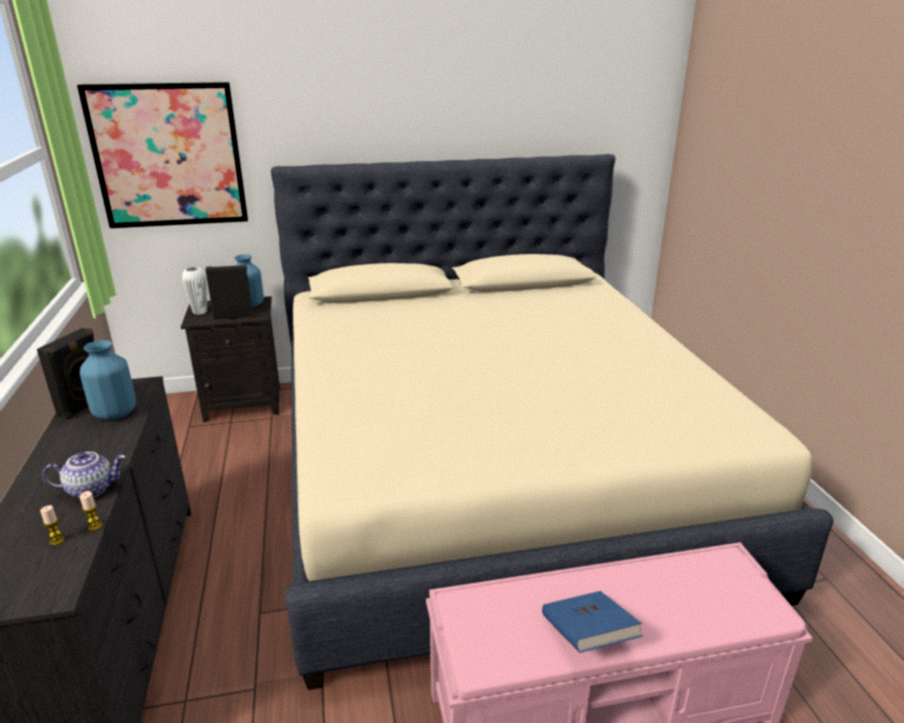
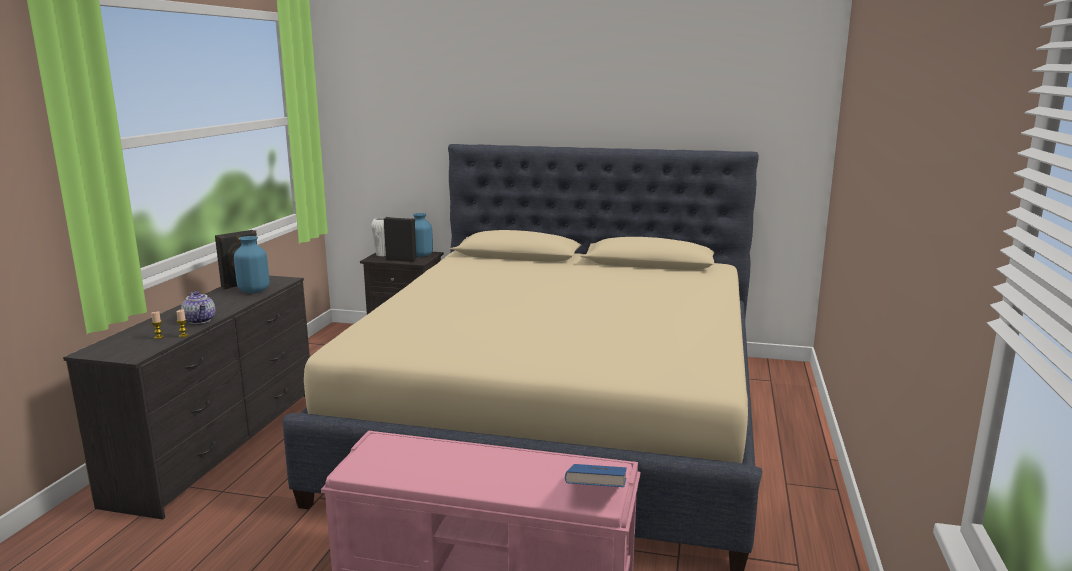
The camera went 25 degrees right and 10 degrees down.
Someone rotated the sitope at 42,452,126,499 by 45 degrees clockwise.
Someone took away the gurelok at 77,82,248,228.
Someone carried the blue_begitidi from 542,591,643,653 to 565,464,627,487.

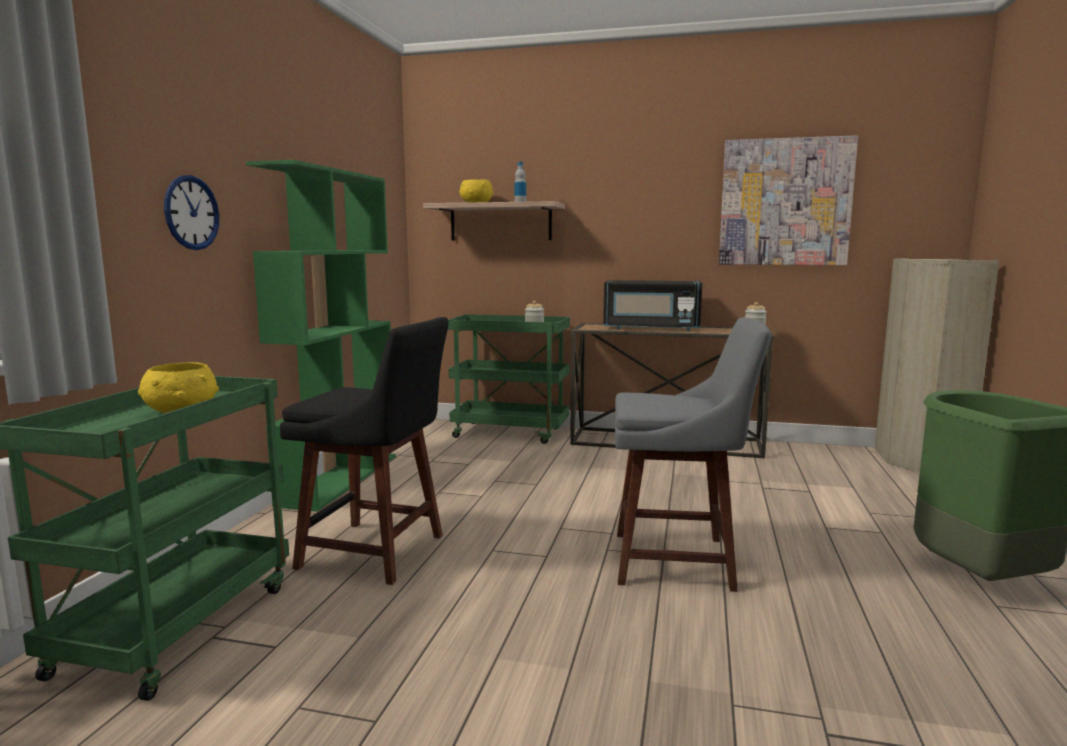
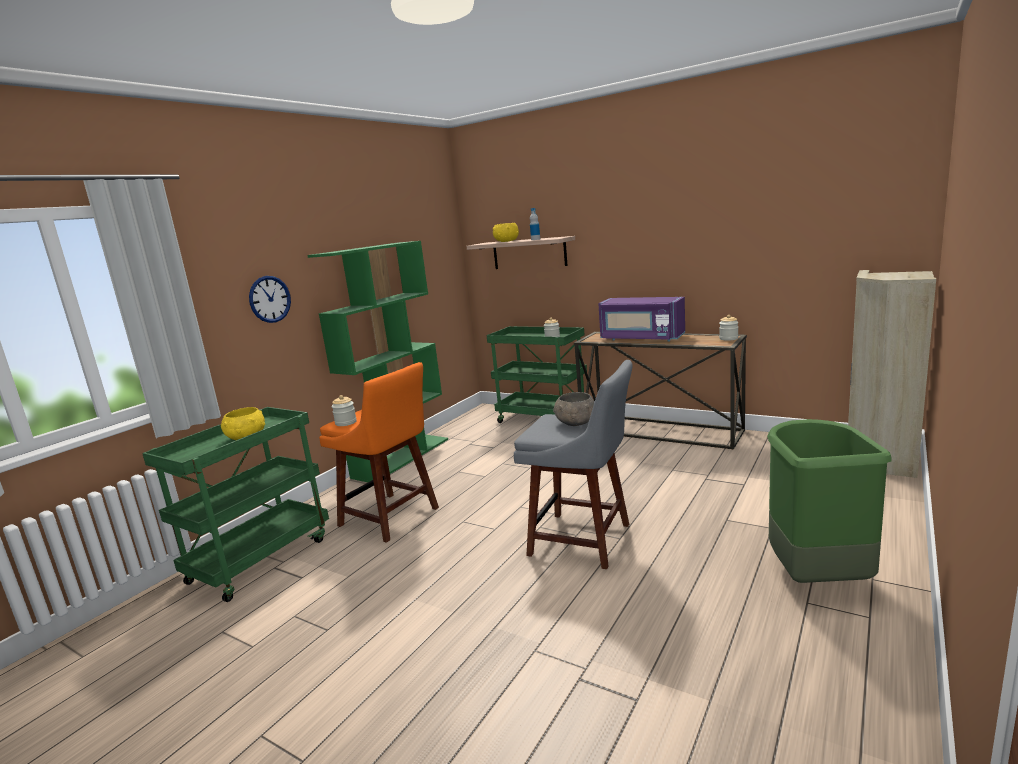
The camera went 20 degrees right and 5 degrees up.
Someone repainted the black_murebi at 280,317,449,585, which became the orange_murebi at 319,362,439,543.
Someone repainted the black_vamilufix at 603,280,702,331, which became the purple_vamilufix at 598,297,685,342.
Someone took away the gurelok at 719,135,858,265.
Someone put down the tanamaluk at 332,395,357,426.
Someone put down the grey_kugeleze at 553,392,594,426.

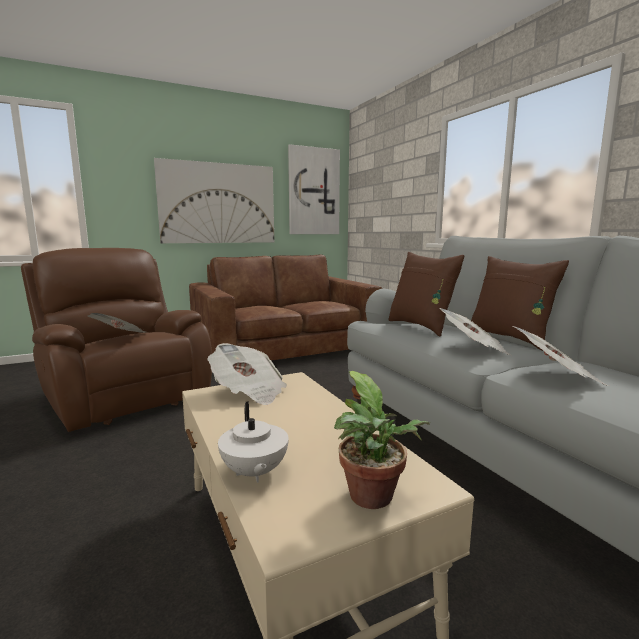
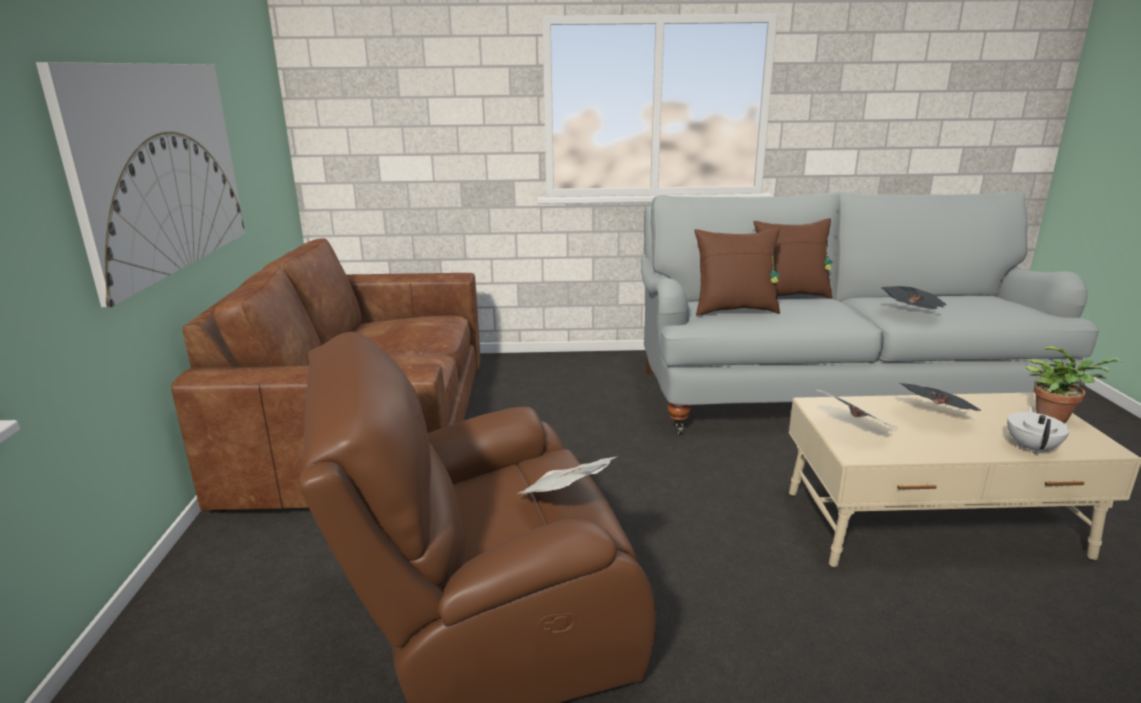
The camera went 65 degrees left and 10 degrees up.
Someone rotated the white_sitope at 218,401,289,483 by 75 degrees counterclockwise.
Someone took away the gurelok at 288,144,340,234.
Someone carried the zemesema from 439,308,510,355 to 898,382,981,412.

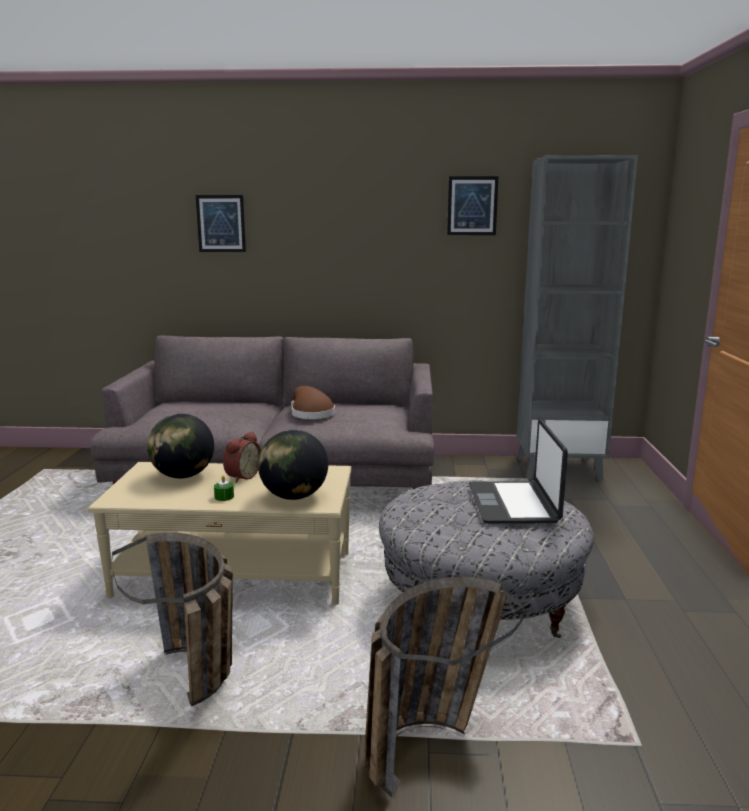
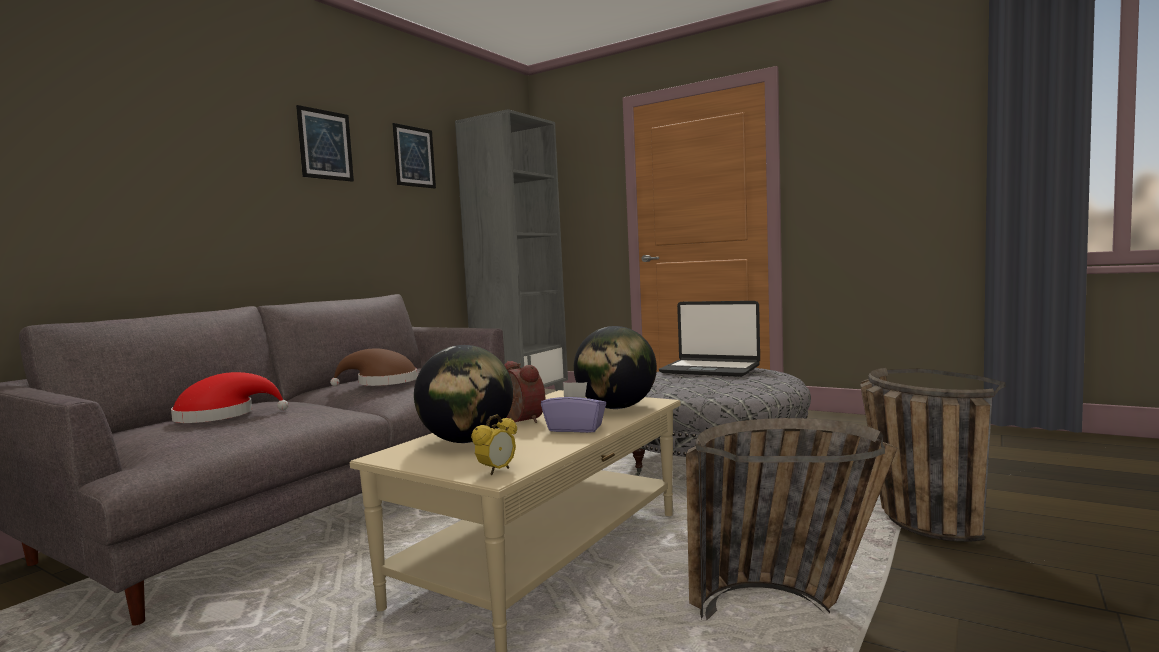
The camera went 60 degrees left and 10 degrees down.
Someone carried the gurelok from 196,195,246,252 to 296,105,354,182.
Someone swapped the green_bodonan at 214,476,234,501 for the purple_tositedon at 541,382,606,433.
Someone put down the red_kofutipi at 171,372,288,423.
Someone put down the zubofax at 471,414,517,475.

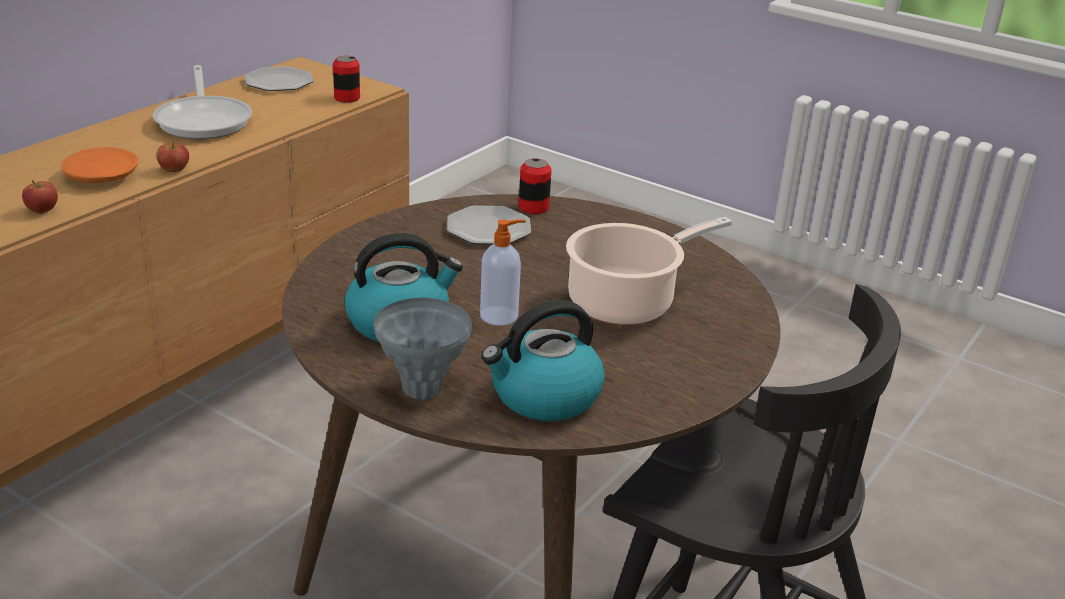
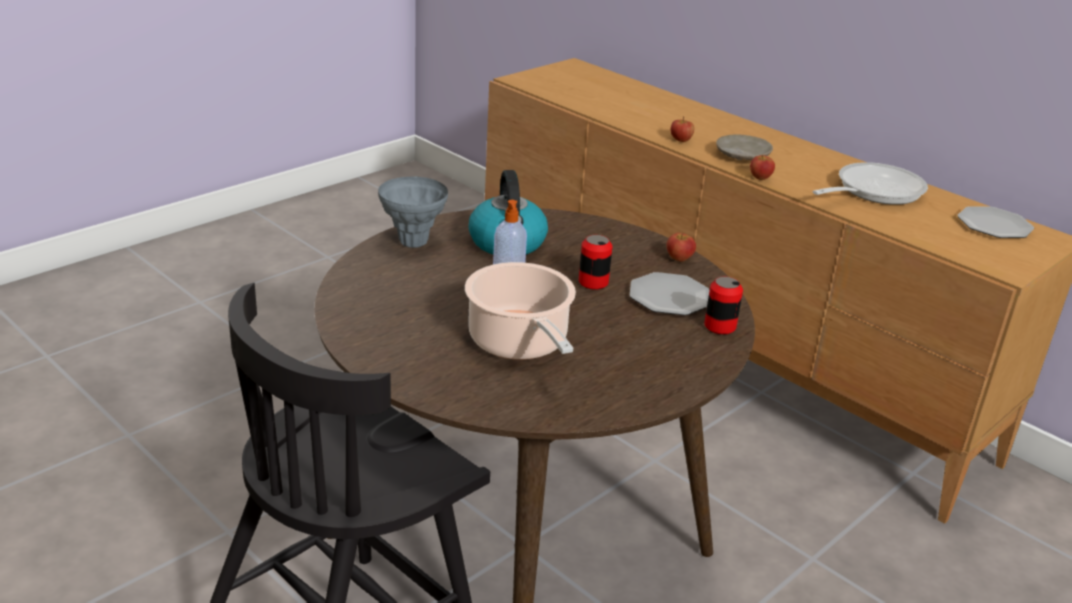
The camera went 100 degrees right and 0 degrees up.
Someone repainted the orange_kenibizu at 61,147,138,183, which became the beige_kenibizu at 716,134,773,160.
Someone rotated the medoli at 153,65,252,139 by 150 degrees clockwise.
Someone carried the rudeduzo from 333,56,360,103 to 579,235,613,290.
Someone took away the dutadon at 481,300,605,421.
Someone put down the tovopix at 667,233,696,262.

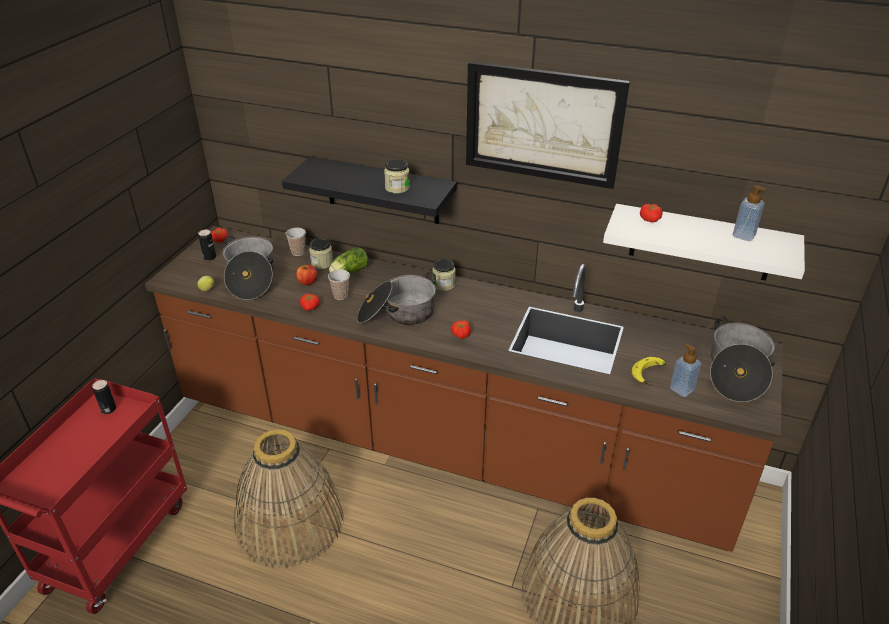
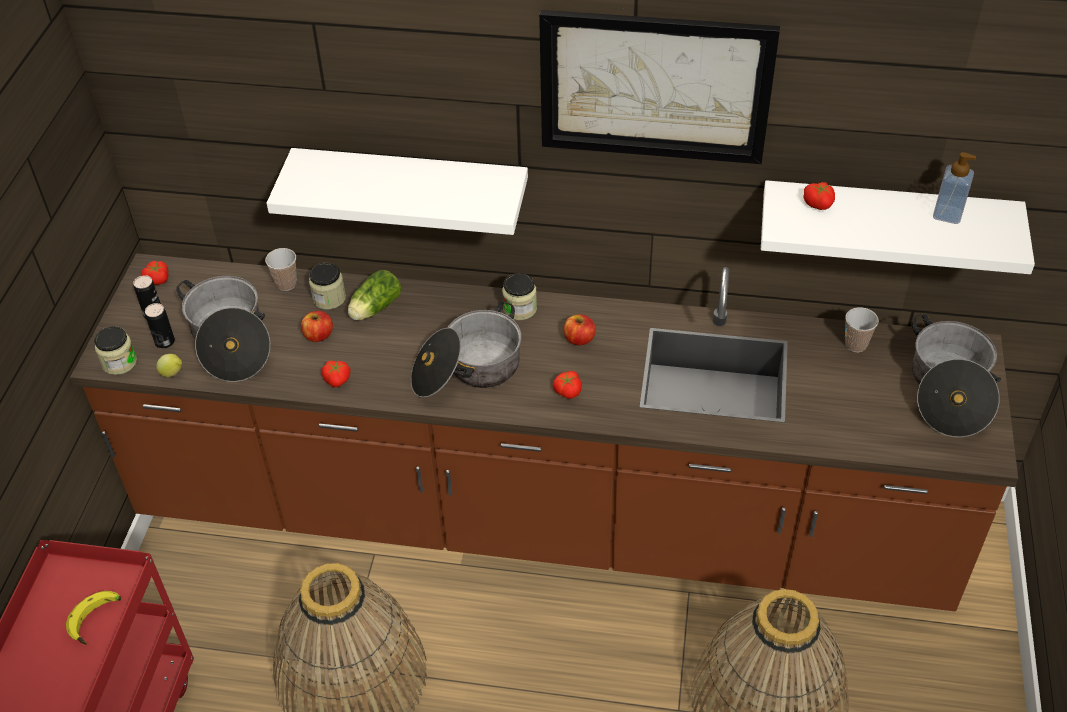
The camera went 10 degrees left and 10 degrees up.
Someone carried the rudeduzo from 92,380,116,414 to 145,303,175,349.
Someone repainted the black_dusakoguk at 282,157,457,224, which became the white_dusakoguk at 266,148,528,235.
Someone carried the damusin from 328,269,350,300 to 845,307,879,352.
Someone carried the tanamaluk from 384,159,410,194 to 94,326,137,375.
Someone carried the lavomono from 632,357,666,386 to 66,591,121,645.
Someone took away the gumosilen at 670,344,702,397.
Someone put down the tovopix at 563,314,596,345.

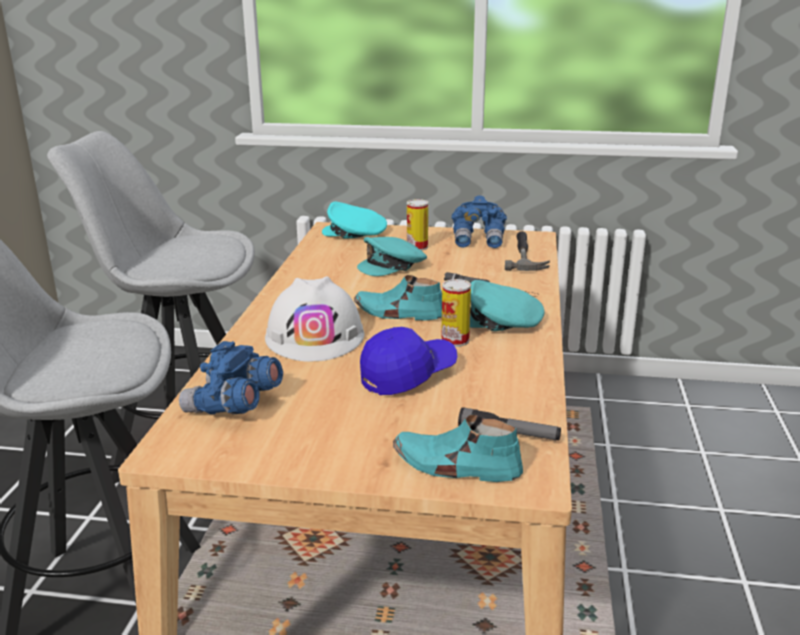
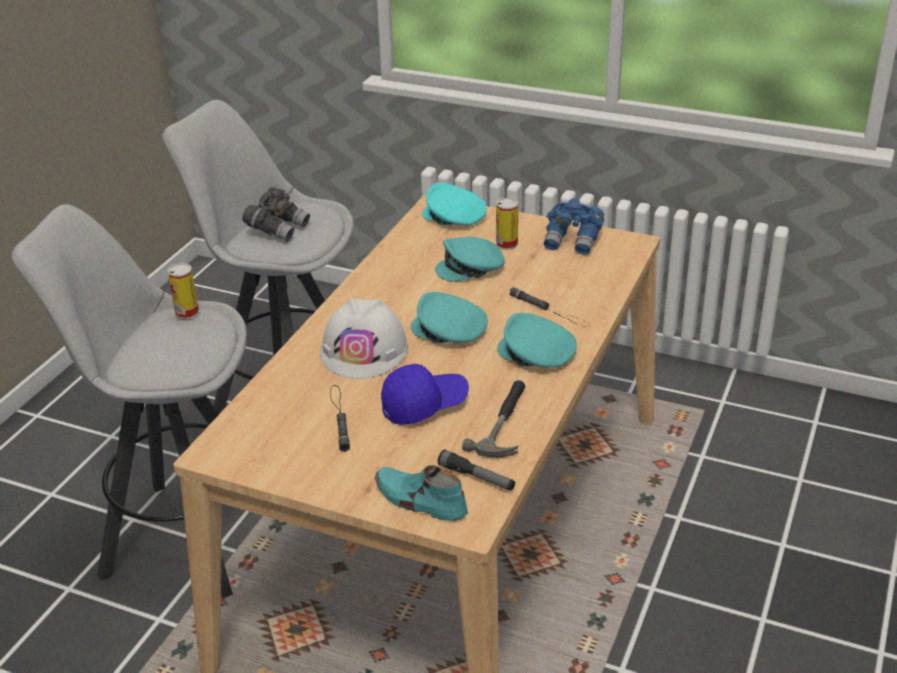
The camera went 15 degrees right and 10 degrees up.
Someone took away the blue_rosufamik at 179,341,283,414.
Someone swapped the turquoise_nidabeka at 354,275,442,321 for the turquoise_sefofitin at 411,292,488,343.
Someone carried the rudeduzo from 441,279,471,347 to 167,263,199,319.
Someone carried the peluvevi from 505,231,550,271 to 462,380,525,458.
Someone put down the grey_rosufamik at 242,187,310,241.
Someone put down the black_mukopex at 330,385,350,452.

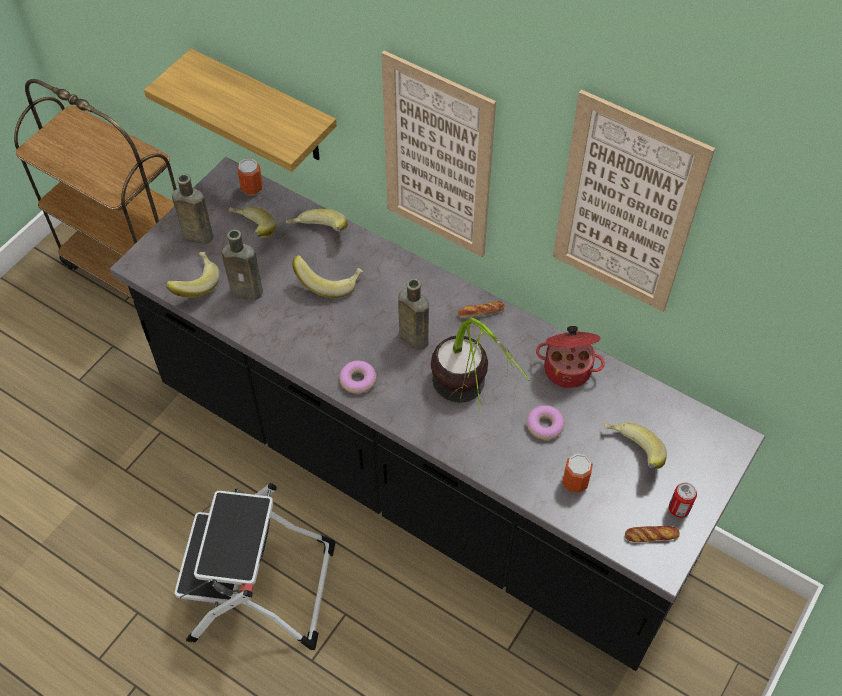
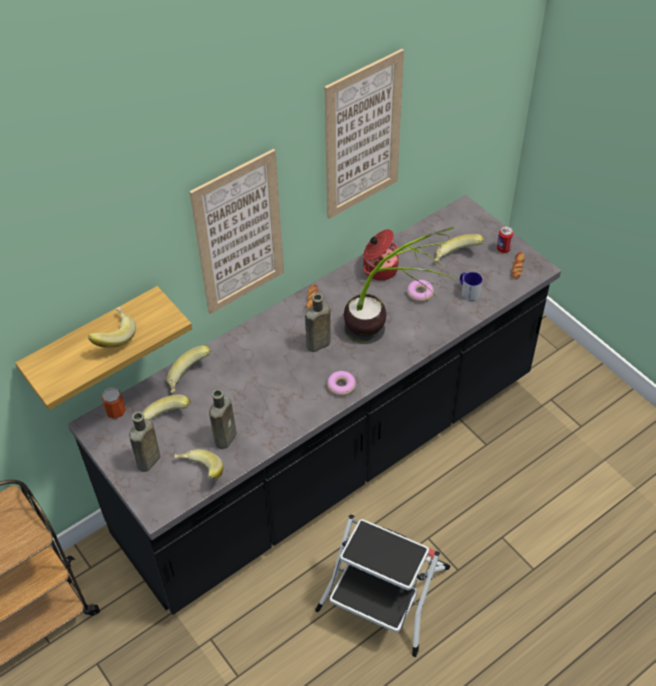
The camera went 70 degrees left and 5 degrees down.
Someone carried the lavomono from 292,255,363,298 to 88,307,136,348.
Someone swapped the rudeduzo at 562,454,593,493 for the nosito at 460,272,482,301.

